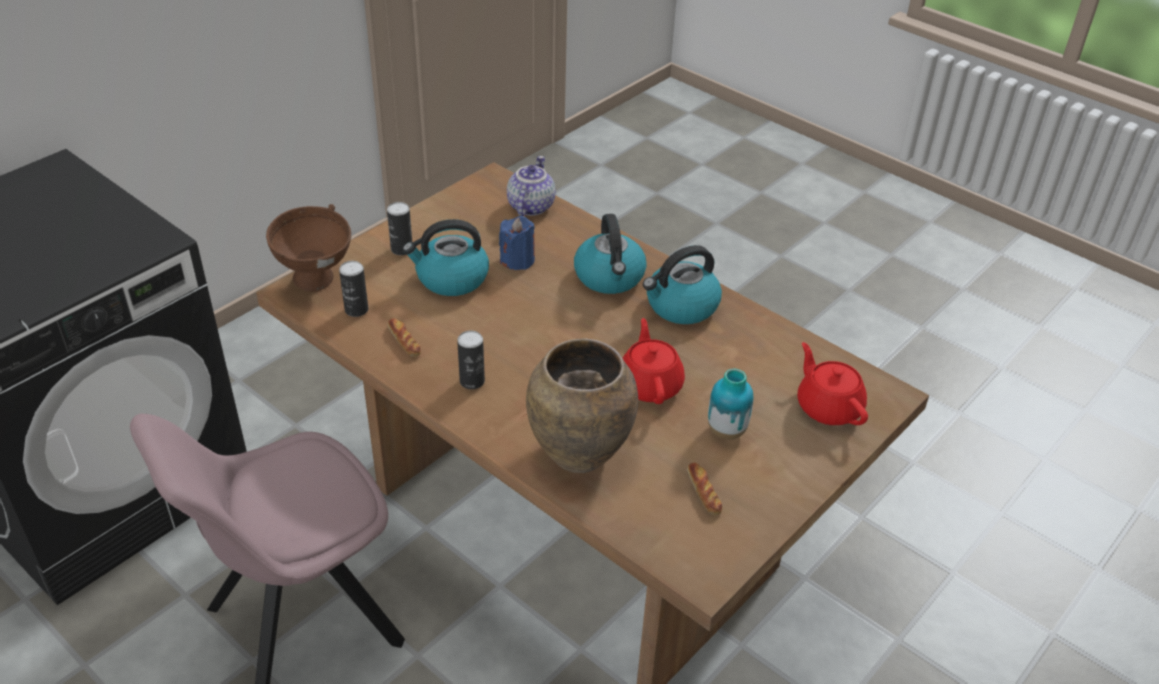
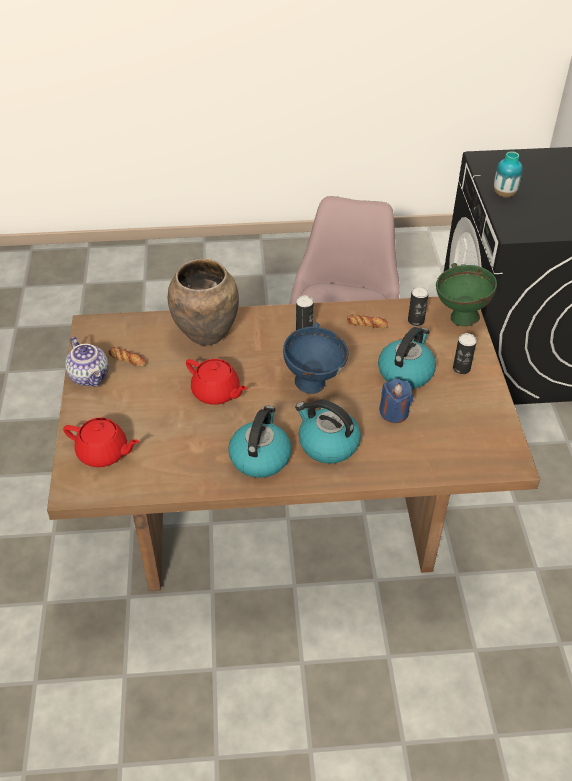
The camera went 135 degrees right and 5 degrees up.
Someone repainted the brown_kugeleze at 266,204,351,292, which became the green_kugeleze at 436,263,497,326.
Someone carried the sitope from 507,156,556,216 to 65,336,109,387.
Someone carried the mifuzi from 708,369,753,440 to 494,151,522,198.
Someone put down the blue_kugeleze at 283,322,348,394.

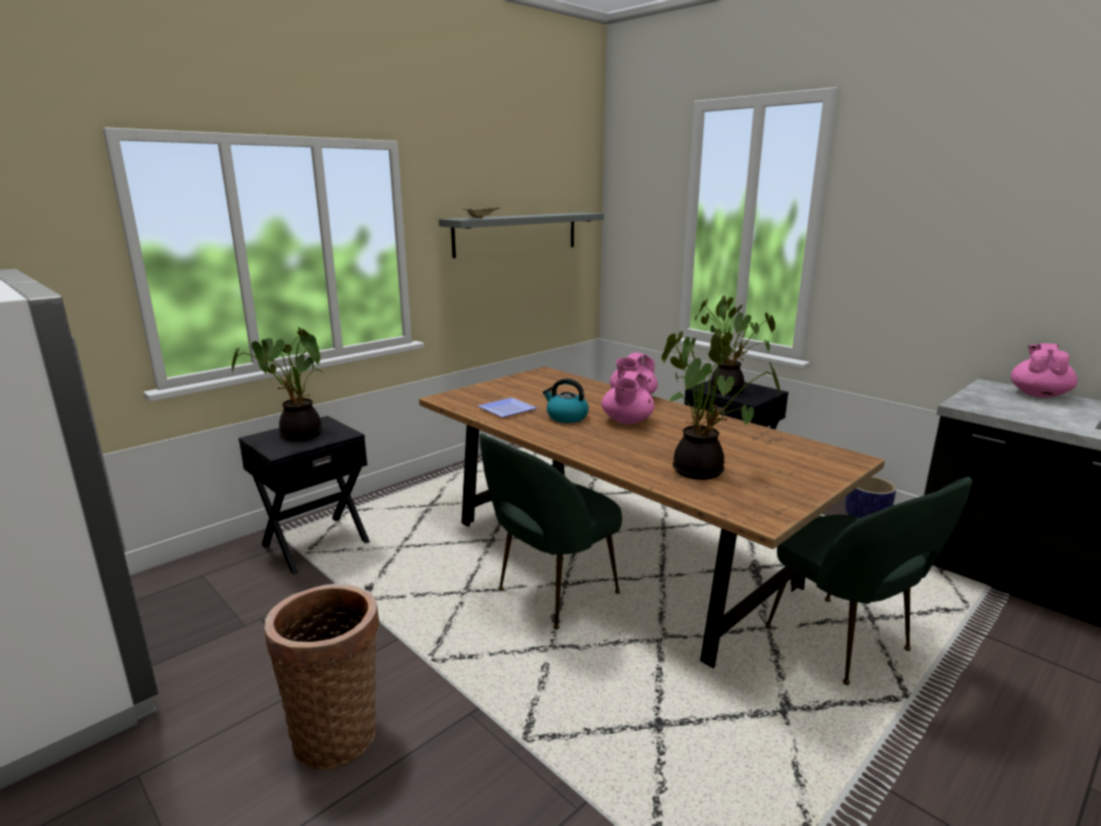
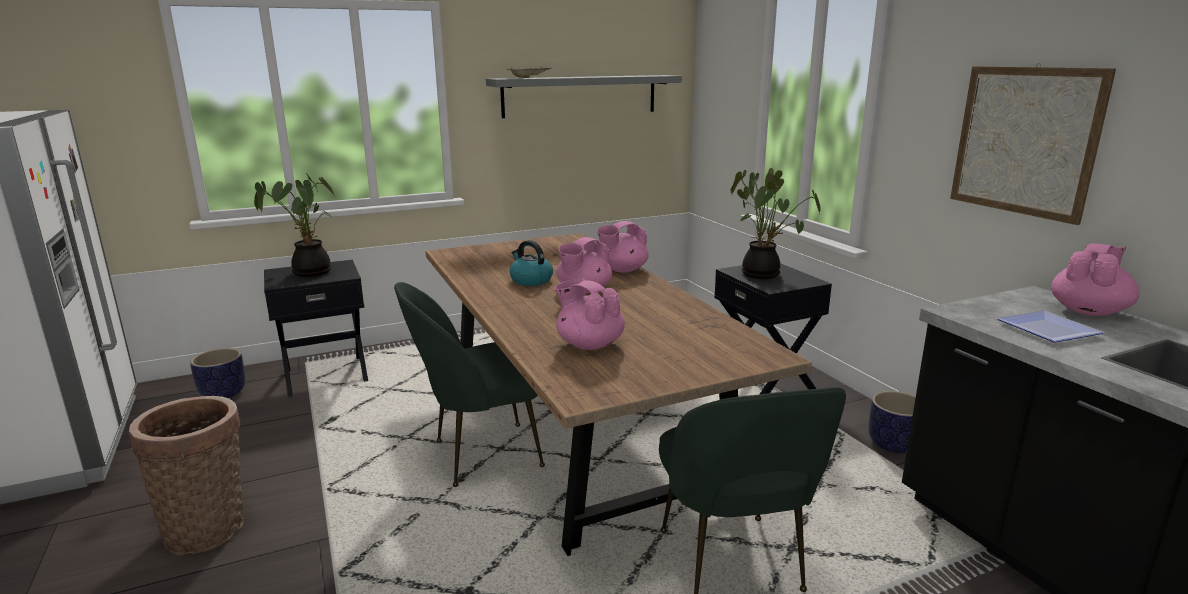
The camera went 20 degrees right and 0 degrees up.
Someone carried the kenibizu from 478,397,537,417 to 996,310,1104,343.
Someone swapped the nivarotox at 662,329,780,480 for the pink_sitope at 554,278,625,350.
Someone put down the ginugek at 190,348,245,398.
Someone put up the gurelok at 950,63,1116,225.

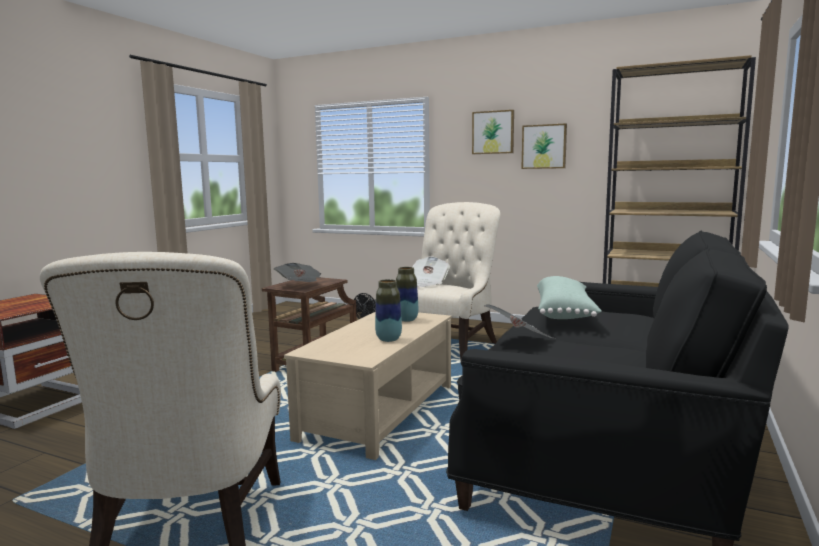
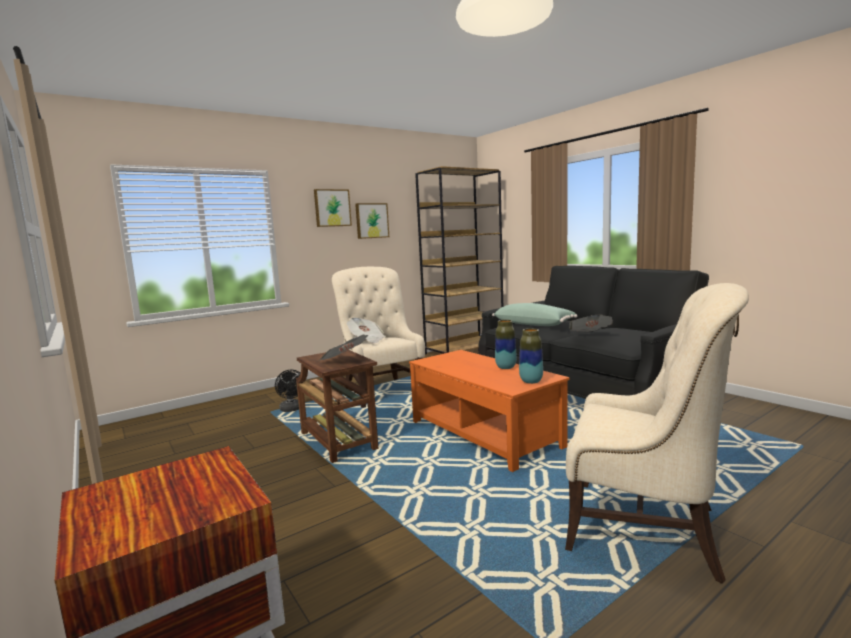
The camera went 60 degrees left and 0 degrees up.
Someone repainted the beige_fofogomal at 284,312,452,460, which became the orange_fofogomal at 409,350,569,472.
Someone carried the mifuzi from 396,267,418,322 to 519,328,543,384.

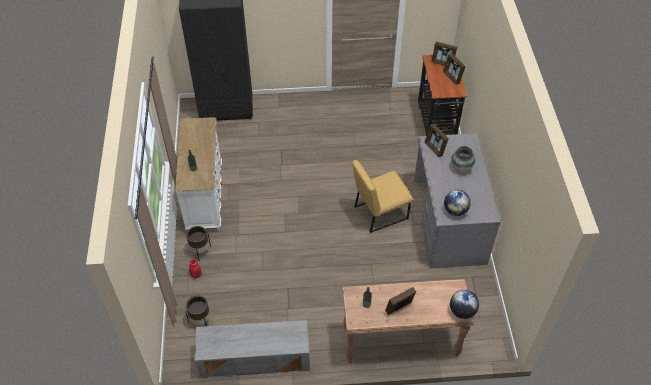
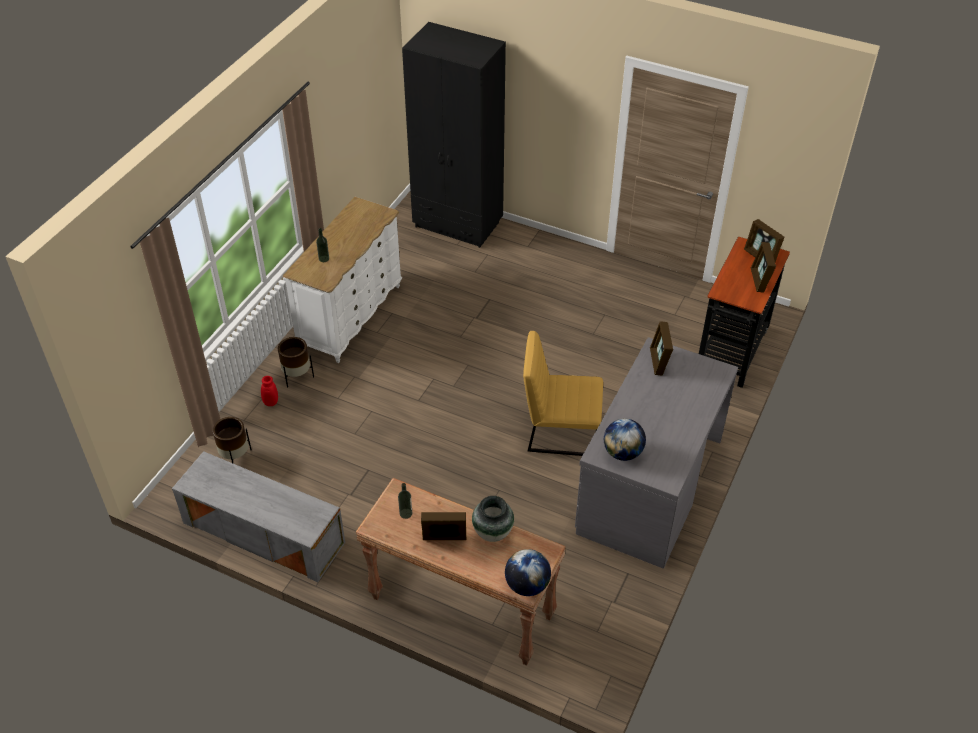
The camera went 30 degrees right and 5 degrees down.
Someone carried the mifuzi from 451,146,475,172 to 472,496,514,542.

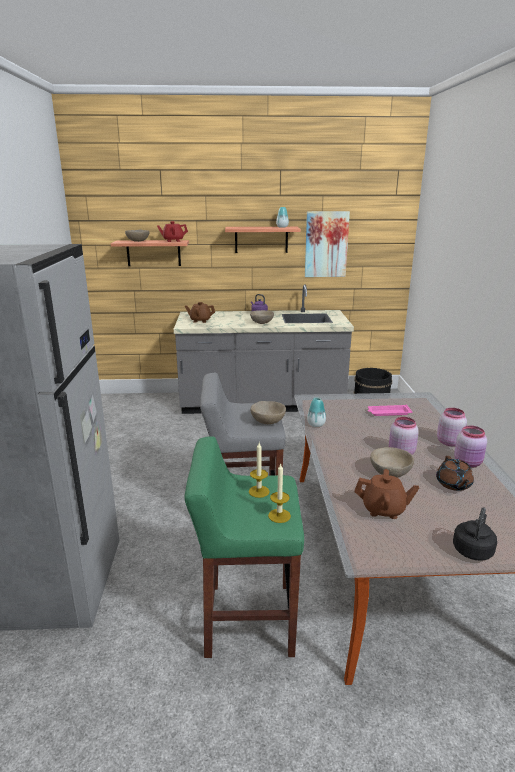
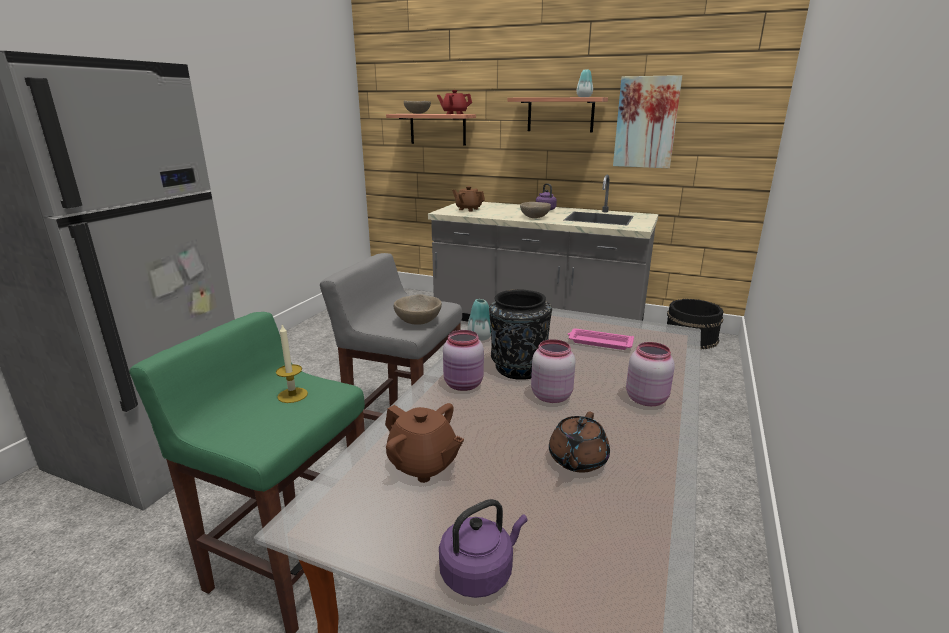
The camera went 25 degrees right and 0 degrees up.
Someone took away the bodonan at 268,463,291,523.
Someone took away the beige_kugeleze at 370,447,414,478.
Someone repainted the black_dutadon at 453,507,497,560, which became the purple_dutadon at 439,499,528,598.
Someone carried the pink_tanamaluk from 454,426,487,467 to 443,330,484,391.
Someone put down the black_mifuzi at 489,289,552,380.

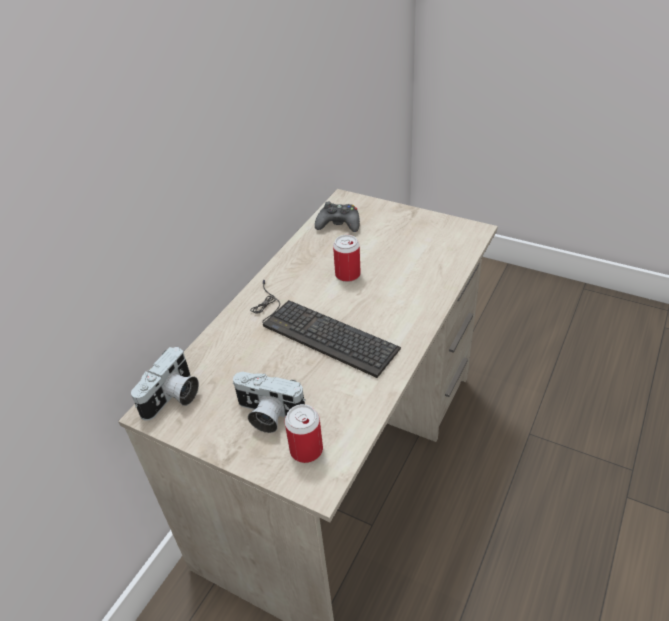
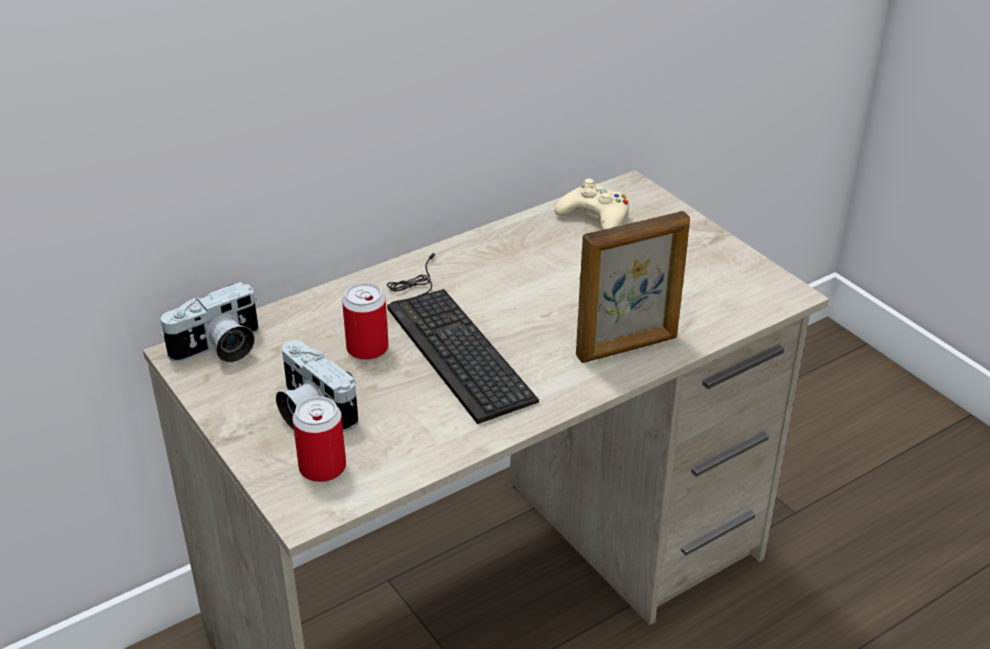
The camera went 25 degrees right and 5 degrees down.
Someone repainted the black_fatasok at 315,202,360,232, which became the beige_fatasok at 555,179,629,230.
Someone carried the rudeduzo from 333,235,361,282 to 342,282,389,360.
Someone put down the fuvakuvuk at 576,211,690,363.

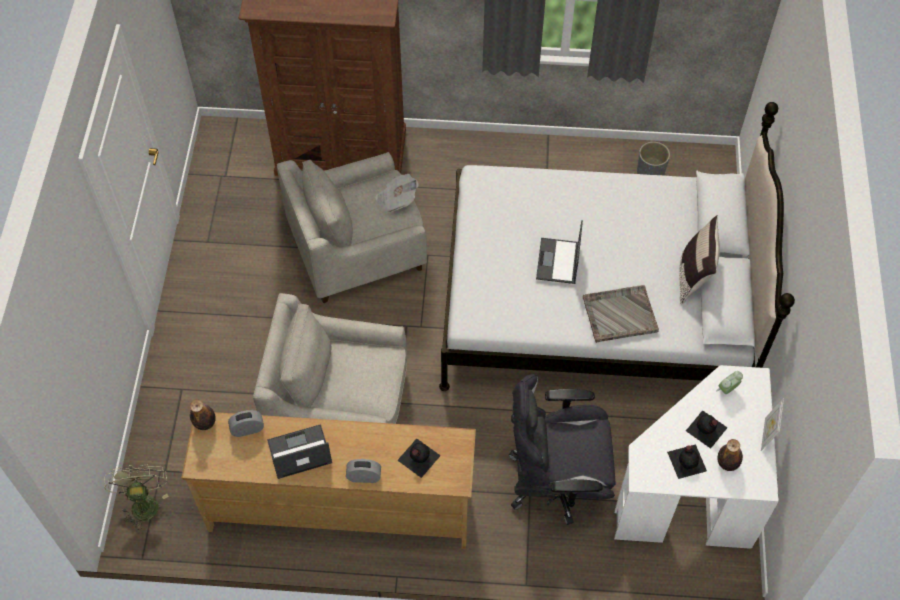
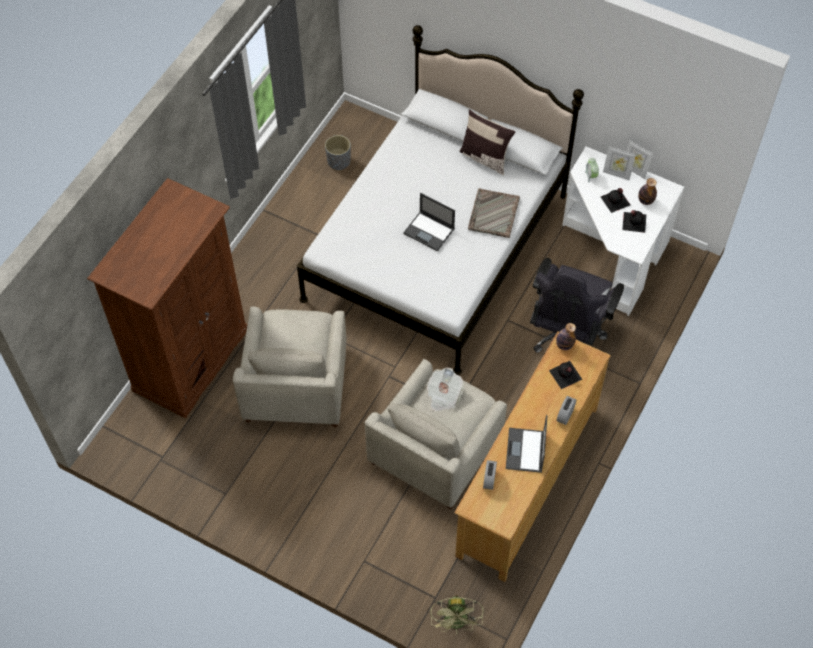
The camera went 65 degrees left and 0 degrees up.
Someone rotated the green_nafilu at 104,464,169,530 by 105 degrees counterclockwise.
Someone carried the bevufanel from 190,399,216,430 to 556,323,576,350.
Someone carried the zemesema from 375,174,419,213 to 426,368,464,411.
Someone put down the fuvakuvuk at 603,146,636,180.

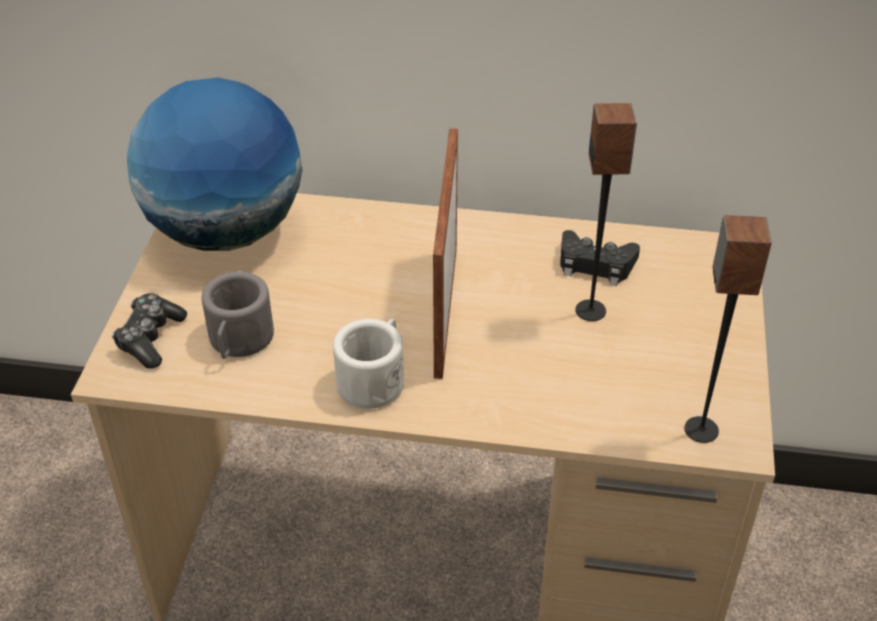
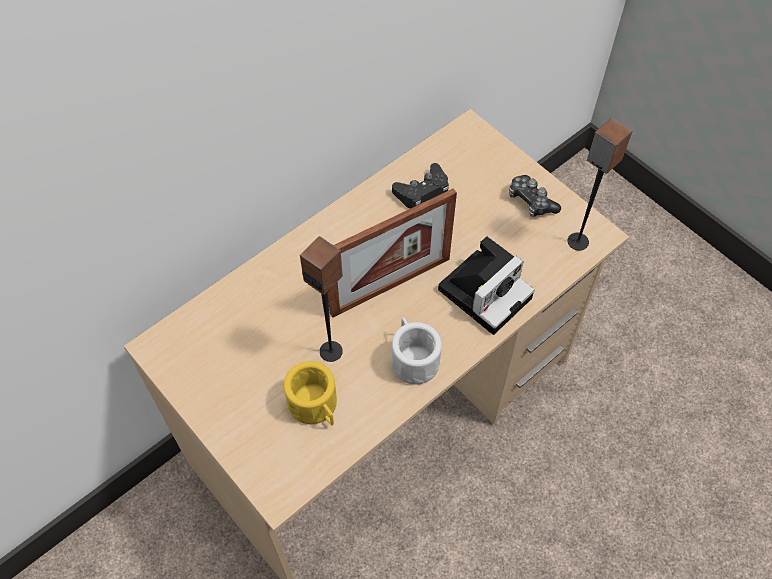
The camera went 50 degrees left and 15 degrees up.
Someone carried the fatasok from 112,293,187,369 to 509,175,561,217.
Someone took away the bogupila at 127,78,303,251.
Someone repainted the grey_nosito at 202,271,274,359, which became the yellow_nosito at 284,361,337,425.
Someone rotated the fuvakuvuk at 433,128,458,379 by 75 degrees counterclockwise.
Someone carried the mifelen from 576,103,637,321 to 300,236,343,362.
Someone put down the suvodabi at 438,236,535,335.

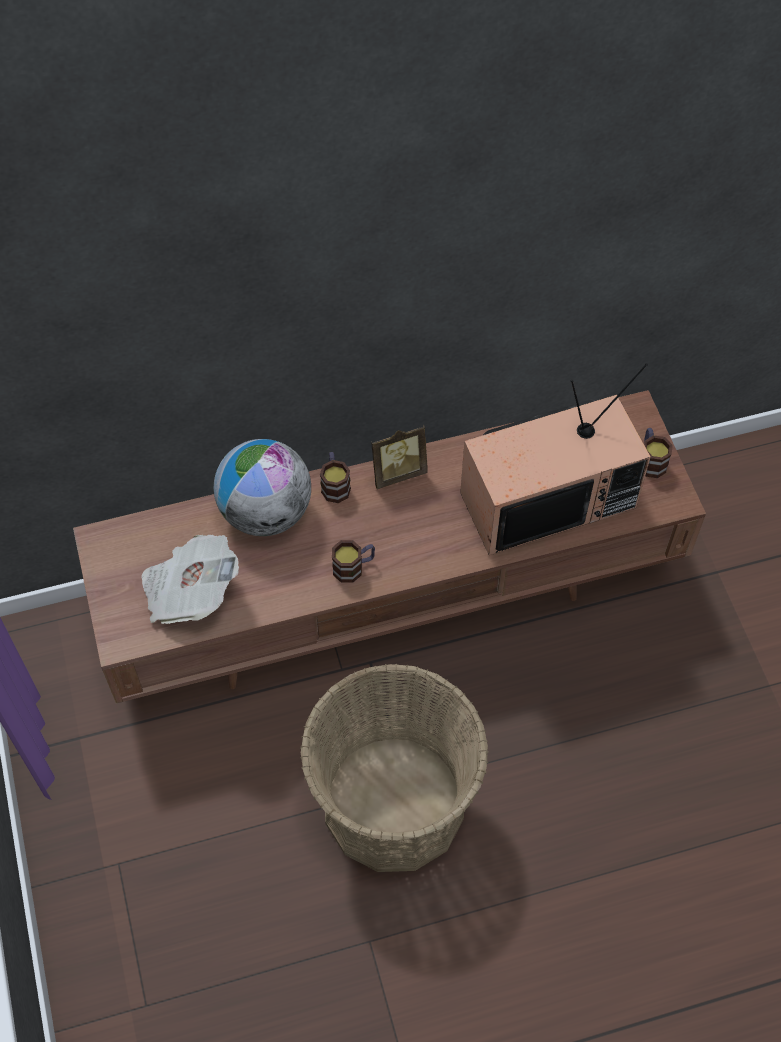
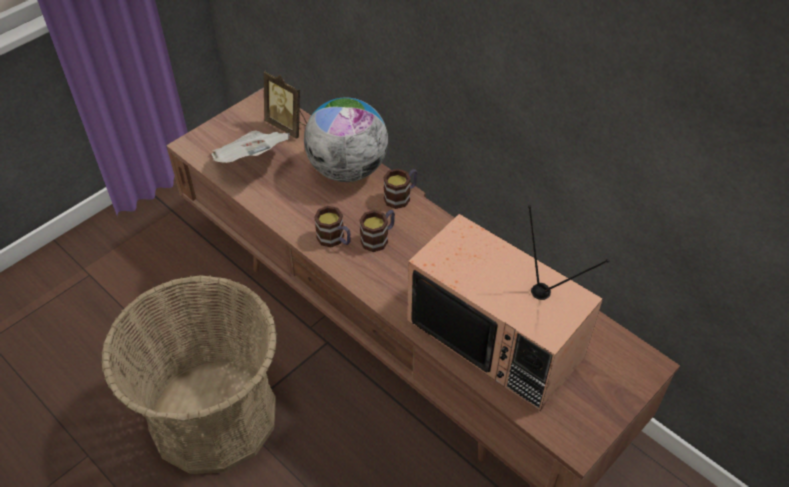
The camera went 60 degrees right and 10 degrees down.
Someone carried the fuvakuvuk from 371,425,428,489 to 264,71,307,139.
Someone carried the nosito from 644,428,673,478 to 359,210,395,252.

